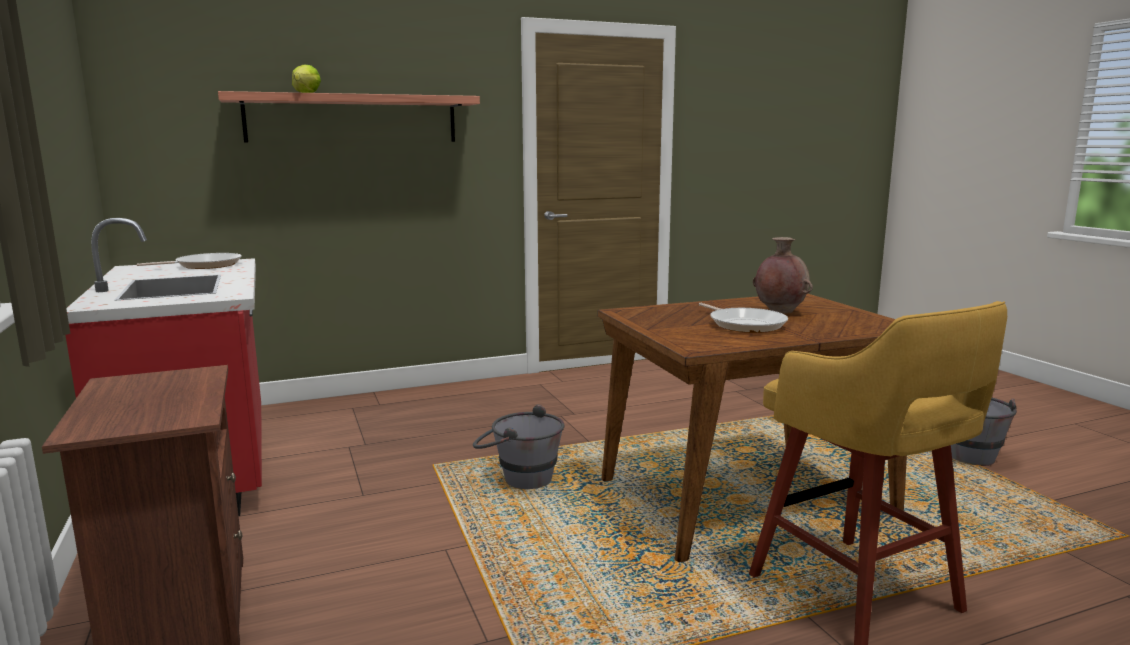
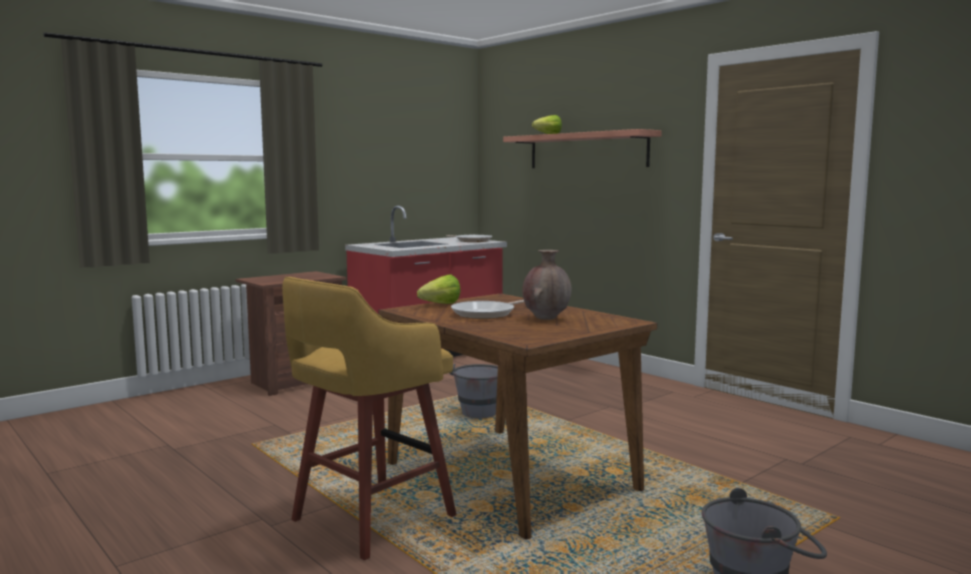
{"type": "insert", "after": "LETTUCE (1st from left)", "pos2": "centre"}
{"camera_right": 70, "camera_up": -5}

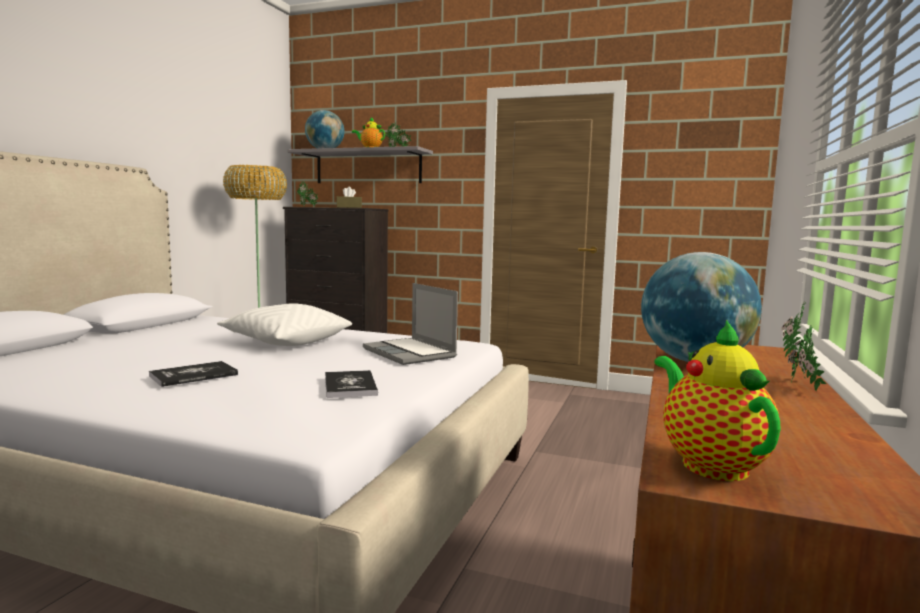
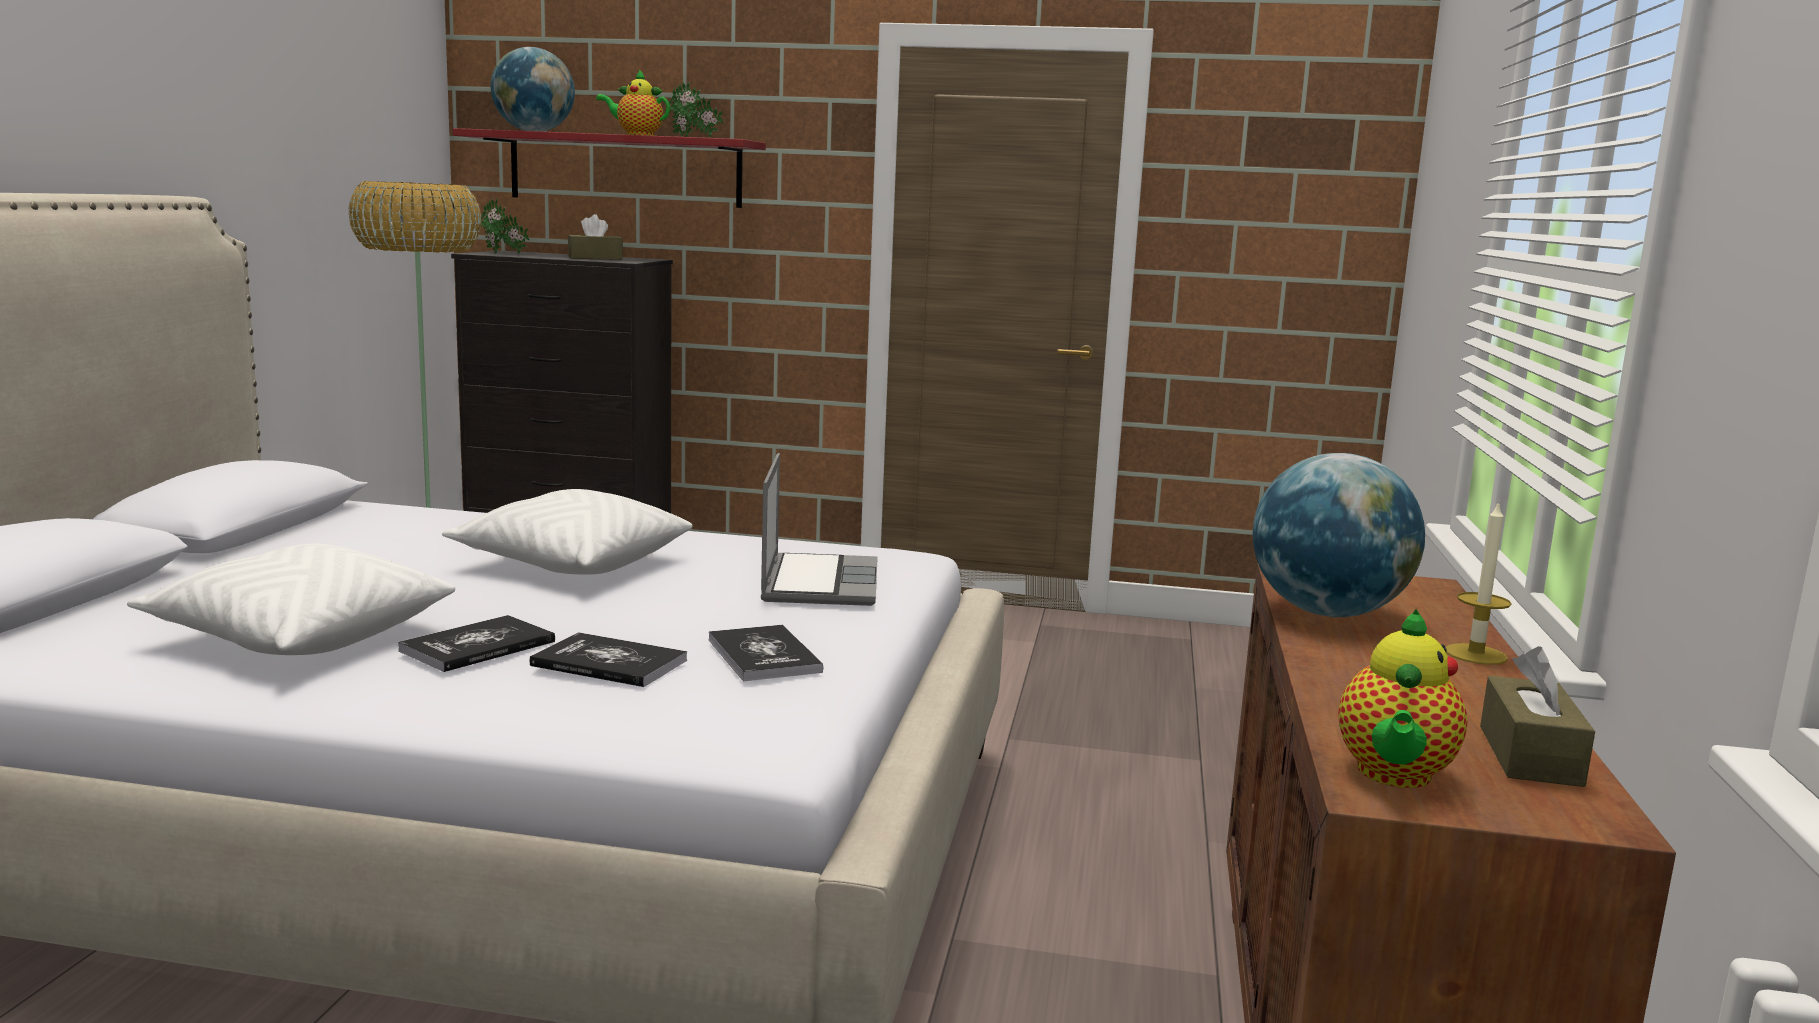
{"type": "insert", "after": "WHITE PILLOW (1st from left)", "pos2": "middle left"}
{"type": "insert", "after": "BOOK (2nd from left)", "pos2": "centre"}
{"type": "insert", "after": "BROWN TISSUE BOX (2nd from left)", "pos2": "bottom right"}
{"type": "replace", "before": "POTTED PLANT (3rd from left)", "after": "CANDLE", "pos1": "middle right", "pos2": "middle right"}
{"type": "recolor", "before": "GREY SHELF", "after": "RED SHELF", "pos1": "top centre", "pos2": "top centre"}
{"type": "rotate", "before": "LAPTOP", "pos1": "centre", "pos2": "centre", "turn": -135}
{"type": "rotate", "before": "TEAPOT (2nd from left)", "pos1": "middle right", "pos2": "bottom right", "turn": -135}
{"camera_right": -10, "camera_up": 5}

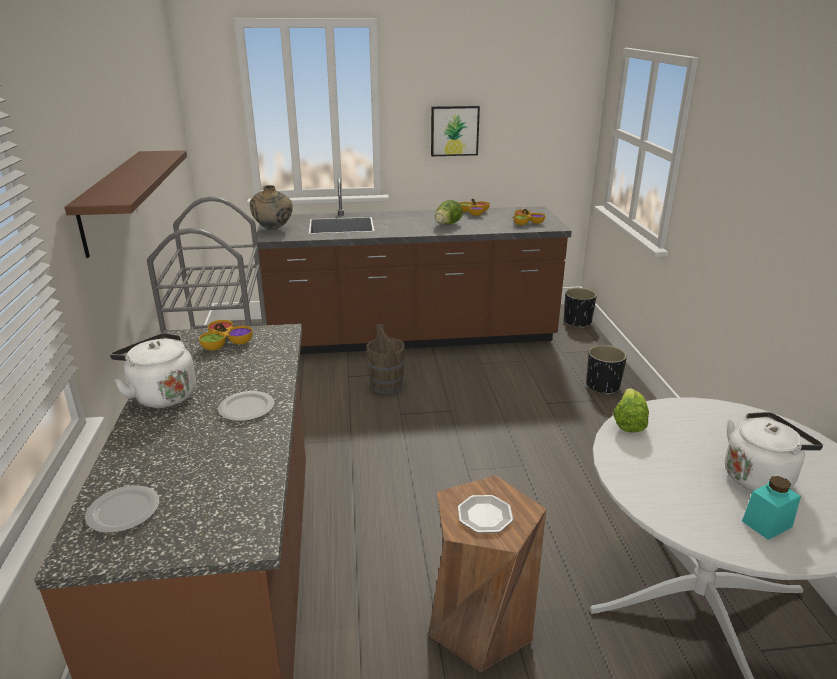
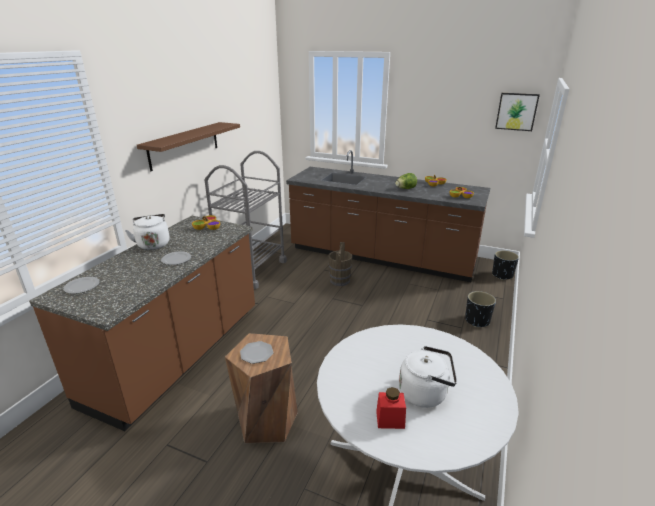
{"type": "delete", "before": "BEIGE VASE", "pos1": "top left"}
{"type": "delete", "before": "LETTUCE (2nd from left)", "pos1": "middle right"}
{"type": "move", "before": "PICTURE", "pos1": "top centre", "pos2": "top right"}
{"type": "recolor", "before": "TURQUOISE JAR", "after": "RED JAR", "pos1": "bottom right", "pos2": "bottom centre"}
{"camera_right": 30, "camera_up": 0}

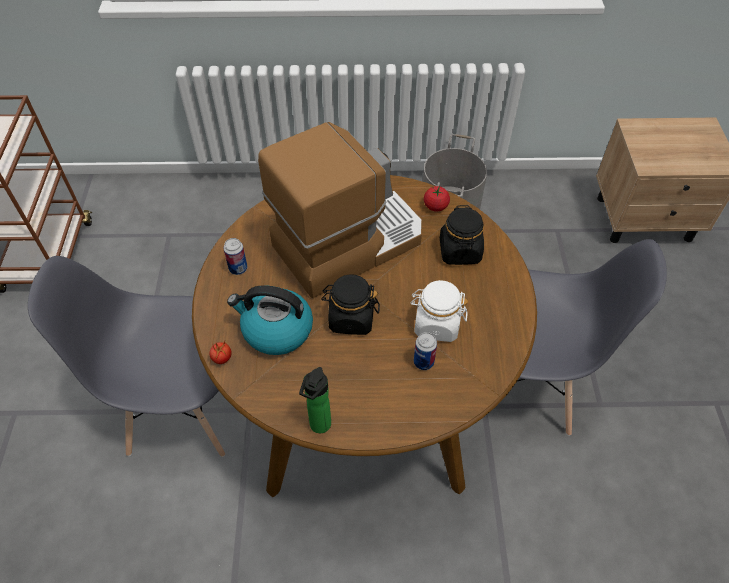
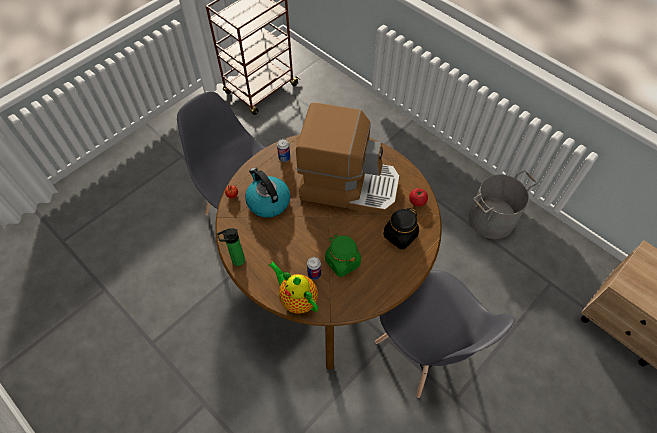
{"type": "delete", "before": "BLACK JAR (1st from left)", "pos1": "centre"}
{"type": "insert", "after": "TEAPOT", "pos2": "centre"}
{"type": "recolor", "before": "WHITE JAR", "after": "GREEN JAR", "pos1": "centre", "pos2": "centre"}
{"camera_right": 45, "camera_up": 5}

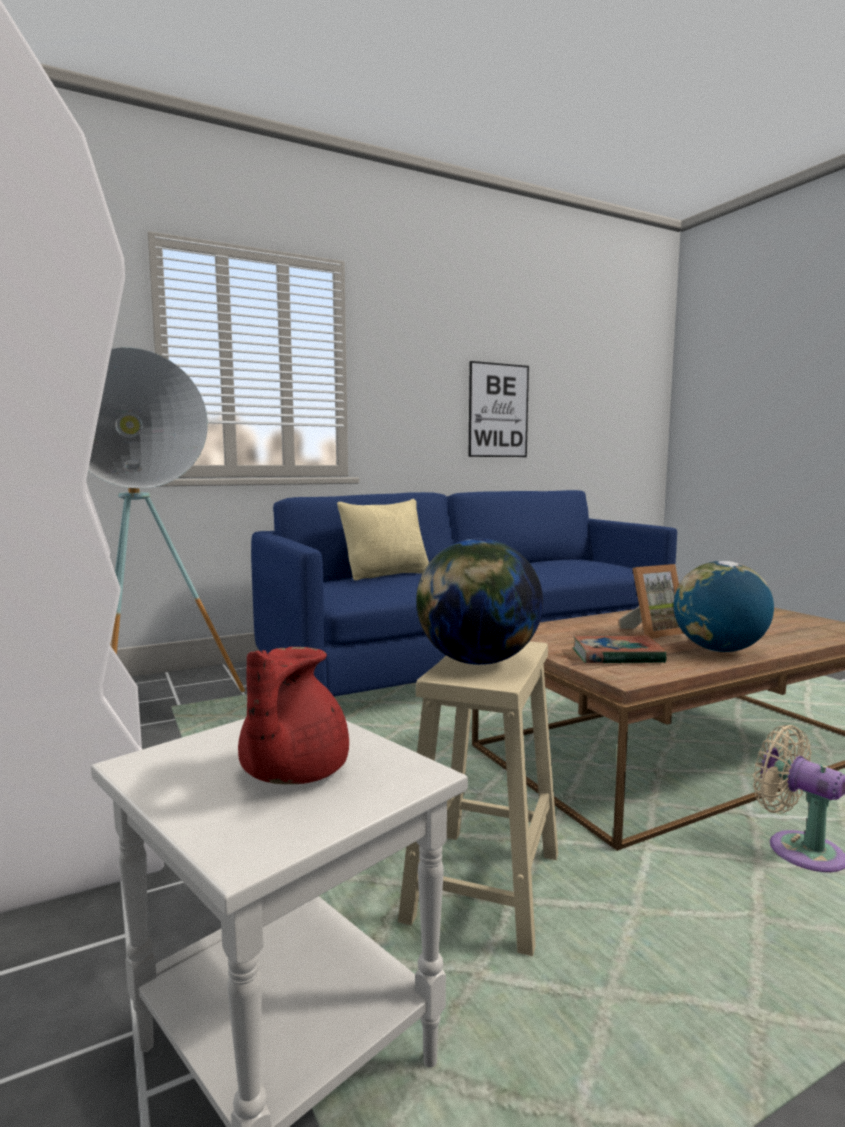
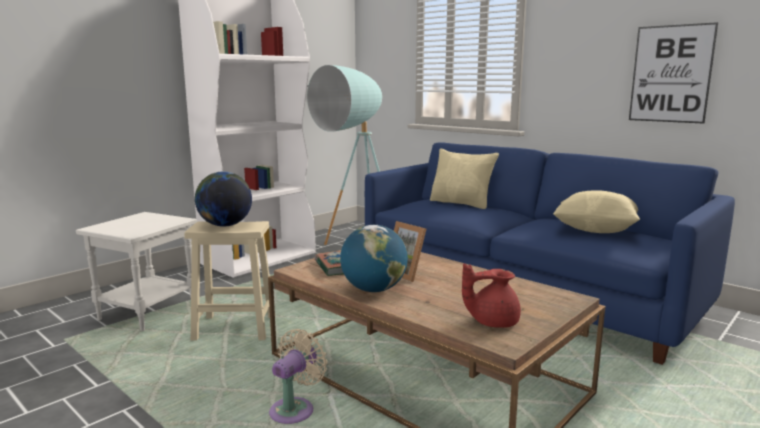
{"type": "insert", "after": "BEIGE PILLOW (2nd from left)", "pos2": "middle right"}
{"type": "move", "before": "RED TEAPOT", "pos1": "centre", "pos2": "bottom centre"}
{"camera_right": 70, "camera_up": 5}

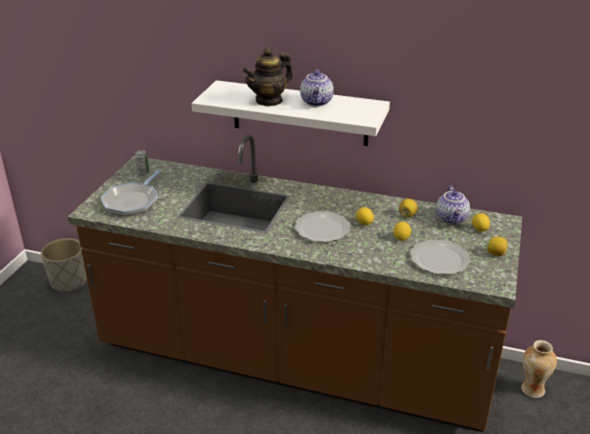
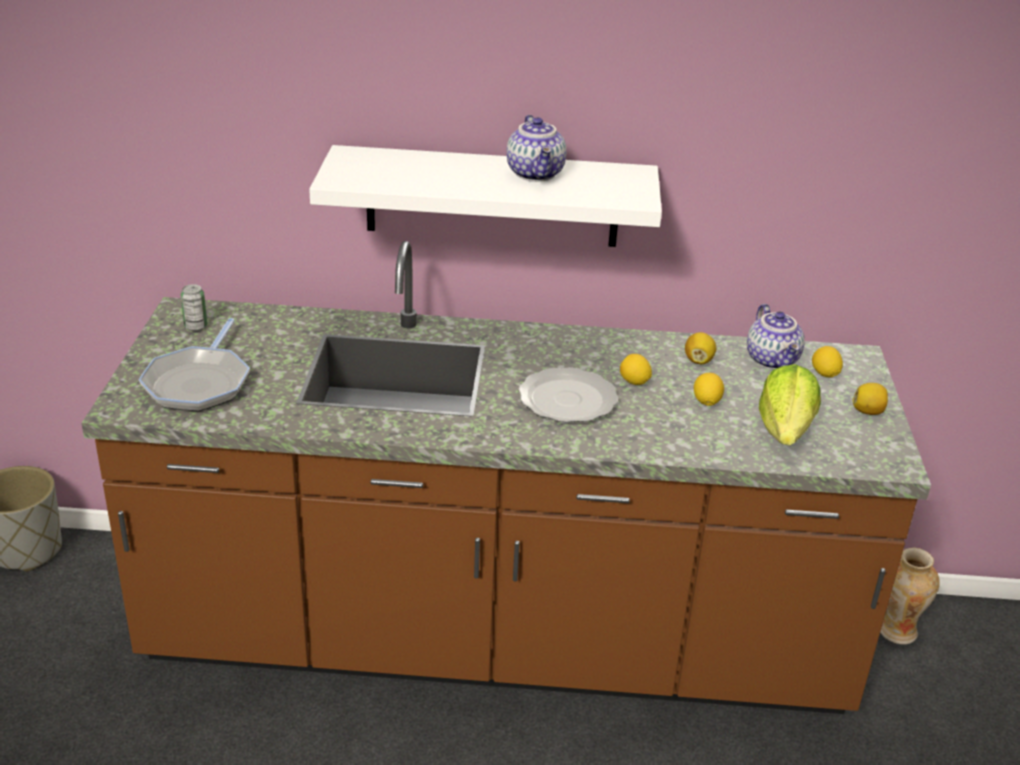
{"type": "delete", "before": "TEAPOT (1st from left)", "pos1": "top centre"}
{"type": "replace", "before": "PLATE (2nd from left)", "after": "LETTUCE", "pos1": "middle right", "pos2": "middle right"}
{"camera_right": -15, "camera_up": 0}

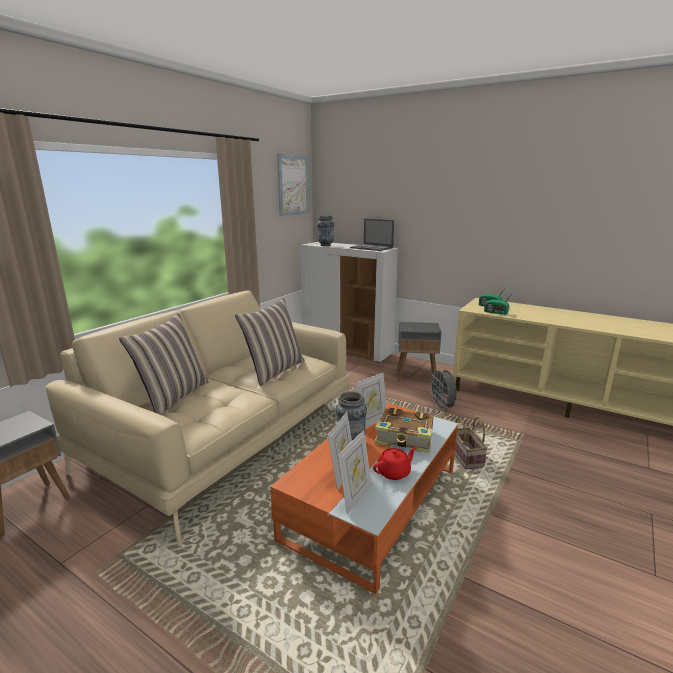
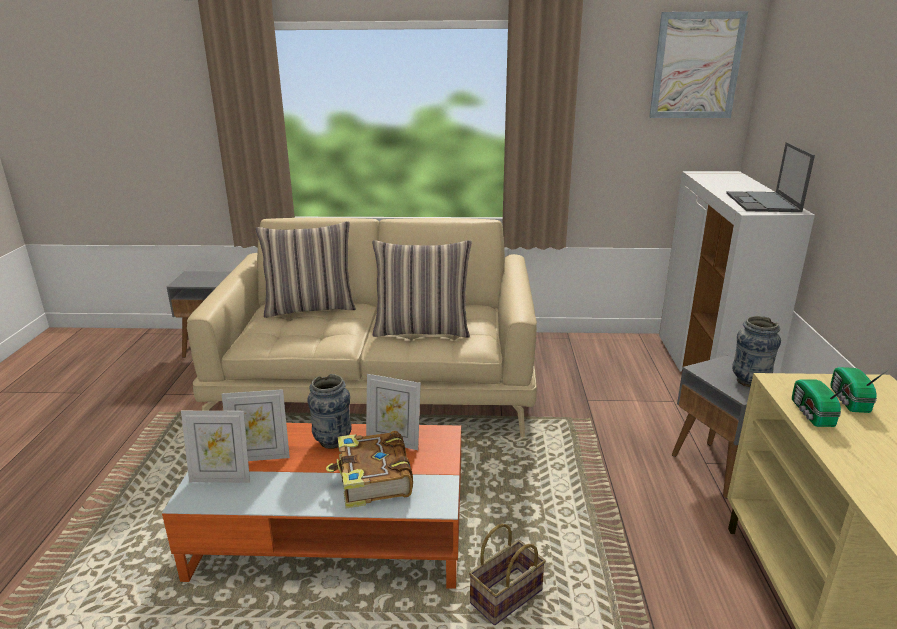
{"type": "delete", "before": "RED TEAPOT", "pos1": "bottom centre"}
{"type": "delete", "before": "GREY FAN", "pos1": "centre"}
{"type": "move", "before": "VASE (1st from left in the first image)", "after": "VASE (2nd from left)", "pos1": "centre", "pos2": "middle right"}
{"camera_right": 60, "camera_up": 5}

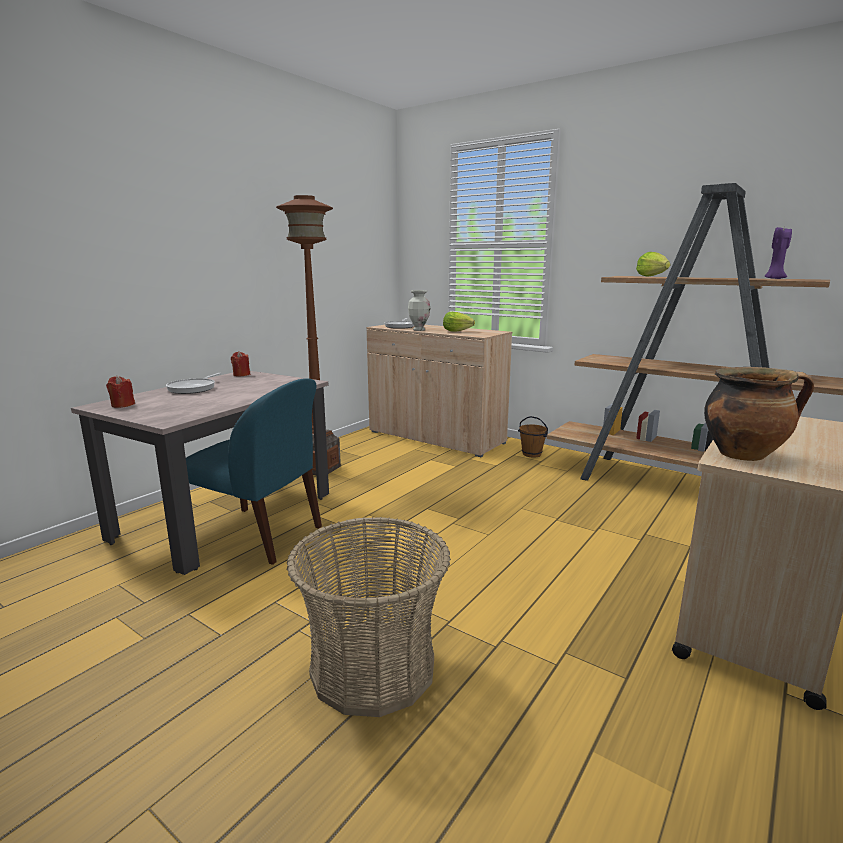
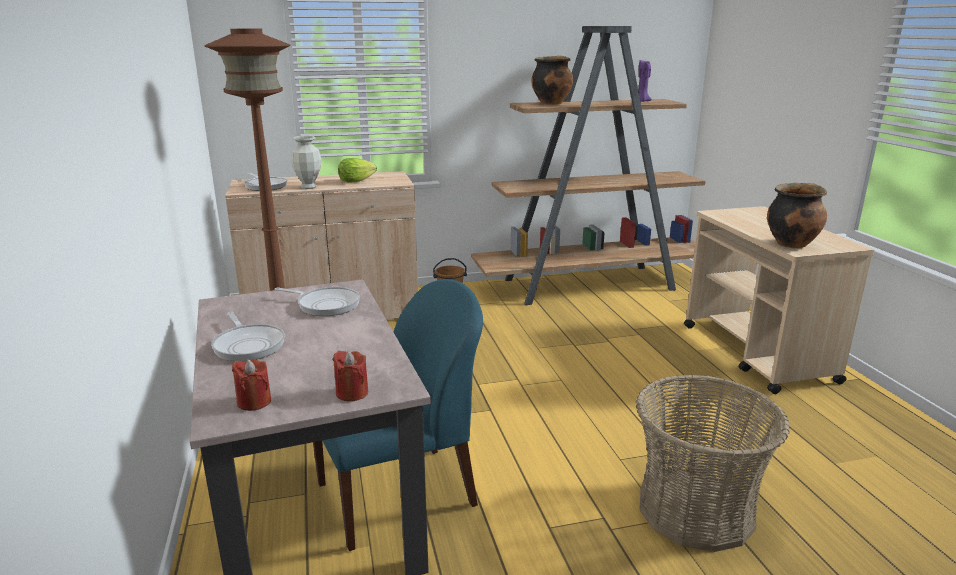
{"type": "insert", "after": "FRYING PAN (3rd from left)", "pos2": "middle left"}
{"type": "move", "before": "RED CANDLE (2nd from left)", "pos1": "middle left", "pos2": "centre"}
{"type": "replace", "before": "LETTUCE (2nd from left)", "after": "COOKING POT (1st from left)", "pos1": "top right", "pos2": "top centre"}
{"camera_right": -50, "camera_up": 5}

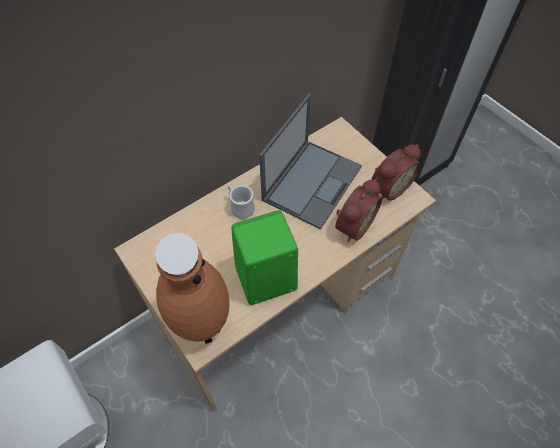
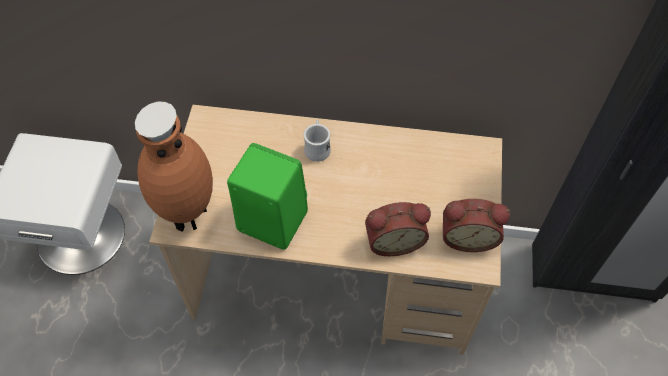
{"type": "delete", "before": "LAPTOP", "pos1": "centre"}
{"camera_right": 45, "camera_up": 0}

